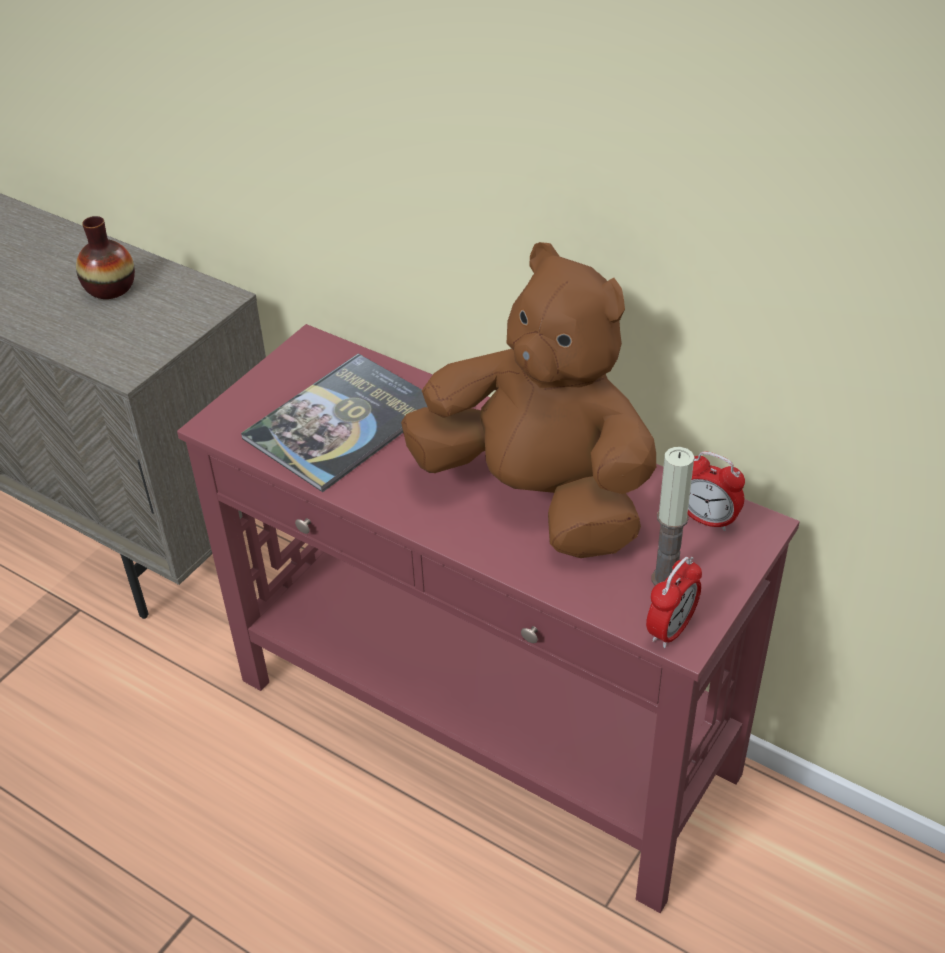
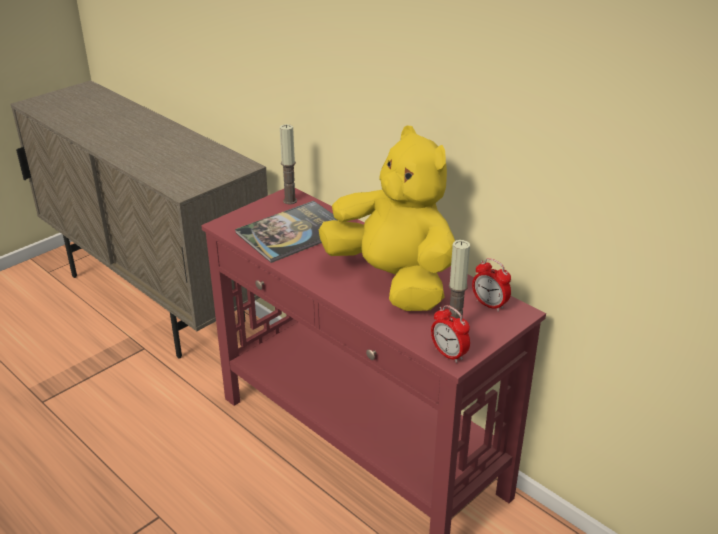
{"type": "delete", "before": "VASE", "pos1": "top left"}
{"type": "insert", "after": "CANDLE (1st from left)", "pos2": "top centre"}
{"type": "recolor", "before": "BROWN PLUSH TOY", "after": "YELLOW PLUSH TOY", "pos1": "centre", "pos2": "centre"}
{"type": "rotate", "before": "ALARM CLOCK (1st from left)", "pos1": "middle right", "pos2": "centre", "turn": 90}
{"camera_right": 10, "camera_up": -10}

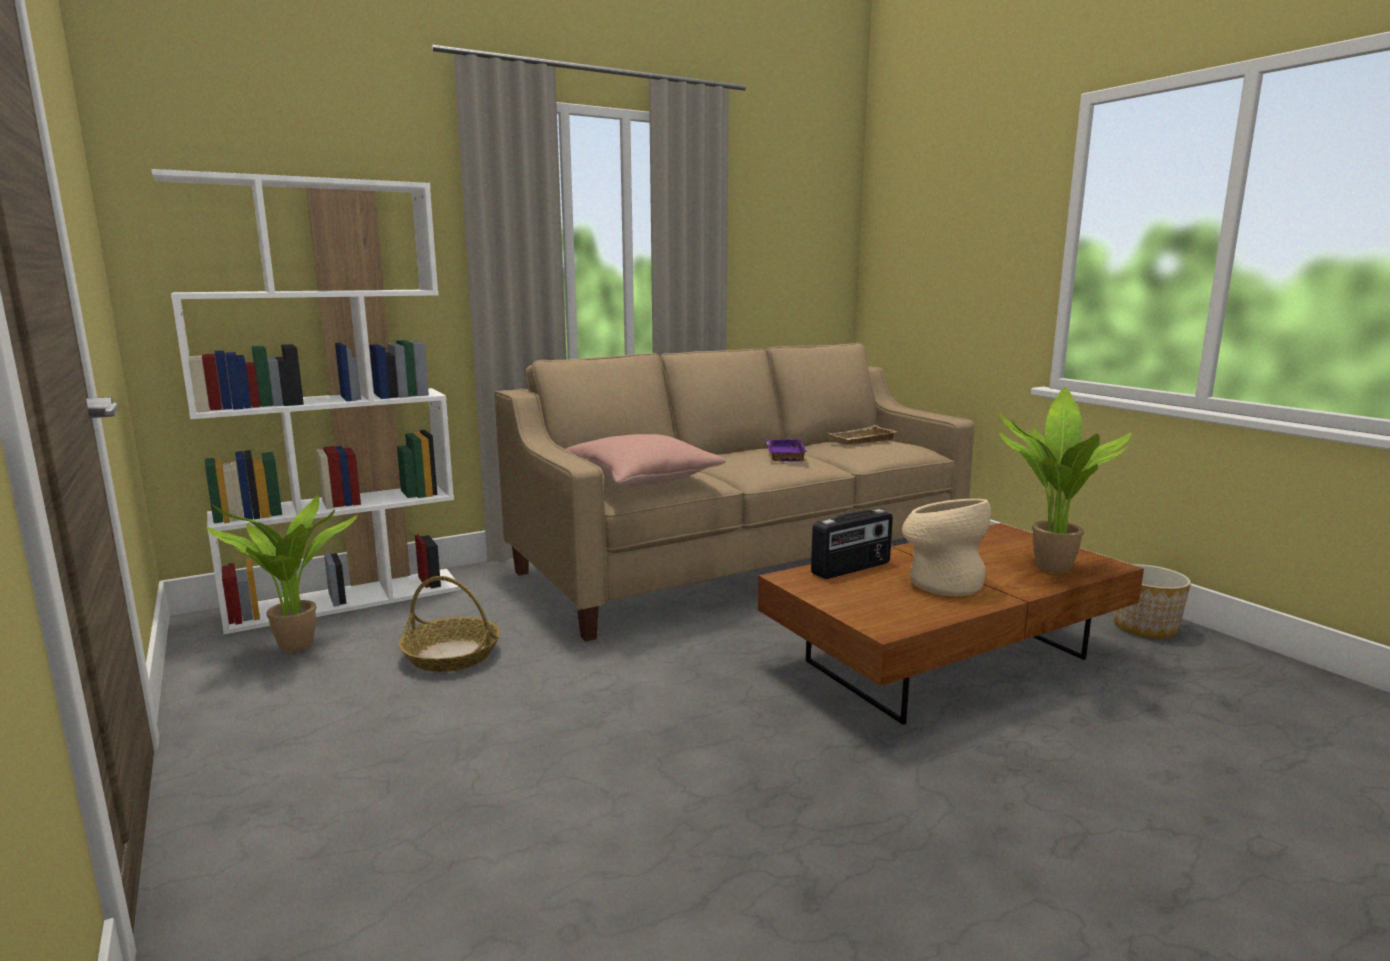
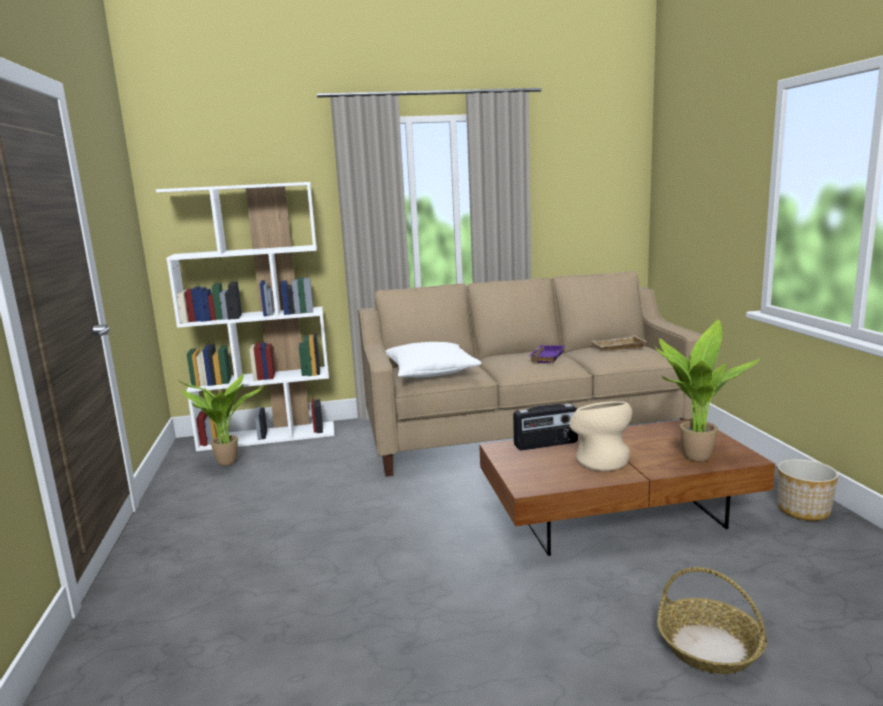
{"type": "move", "before": "BASKET", "pos1": "middle left", "pos2": "bottom right"}
{"type": "recolor", "before": "PINK PILLOW", "after": "WHITE PILLOW", "pos1": "centre", "pos2": "centre"}
{"camera_right": 20, "camera_up": 0}

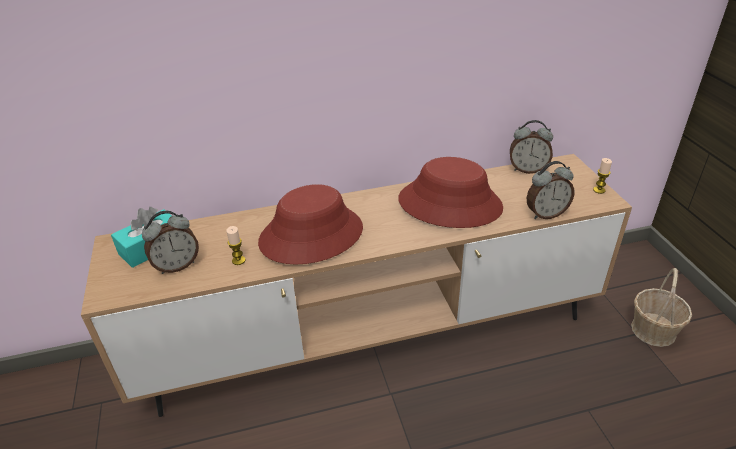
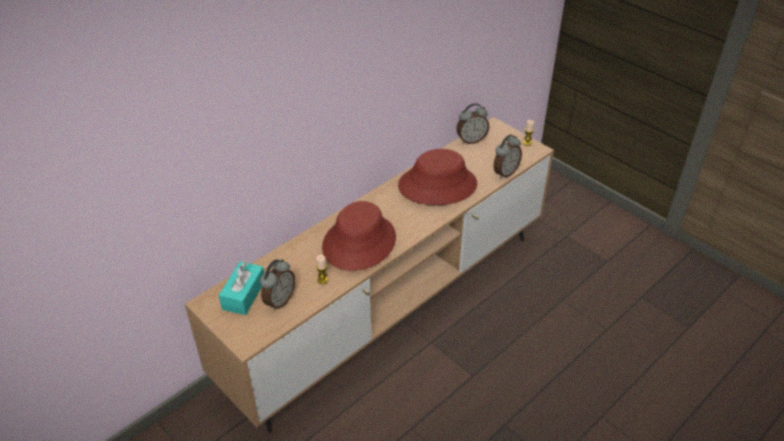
{"type": "delete", "before": "BASKET", "pos1": "bottom right"}
{"camera_right": -30, "camera_up": 5}

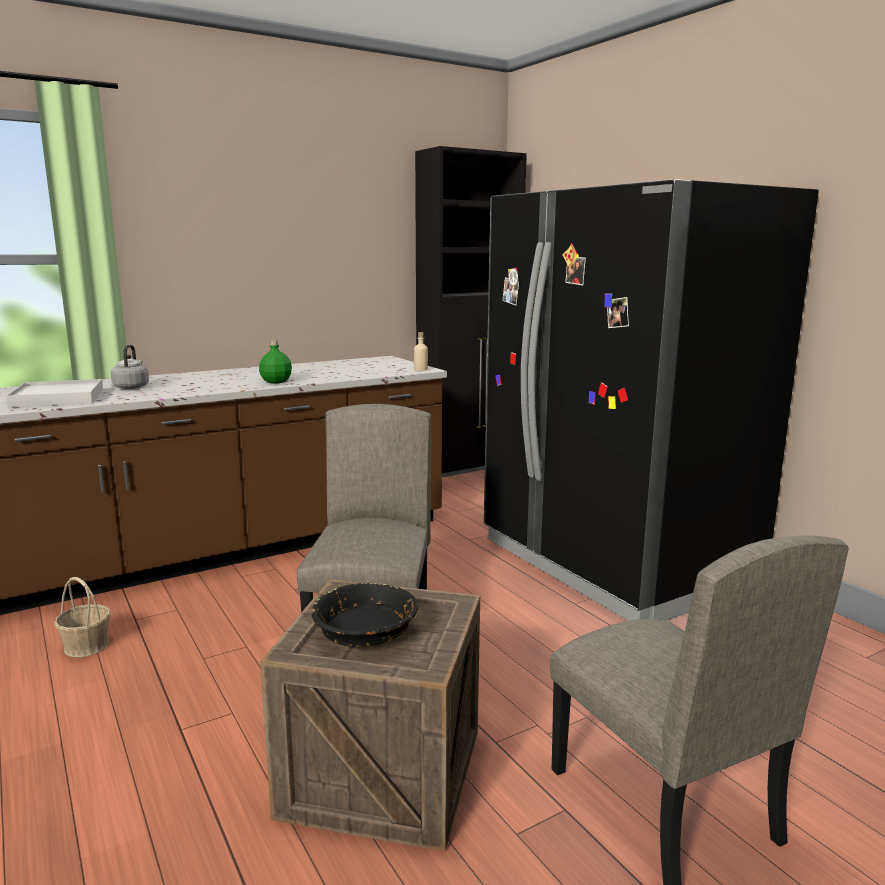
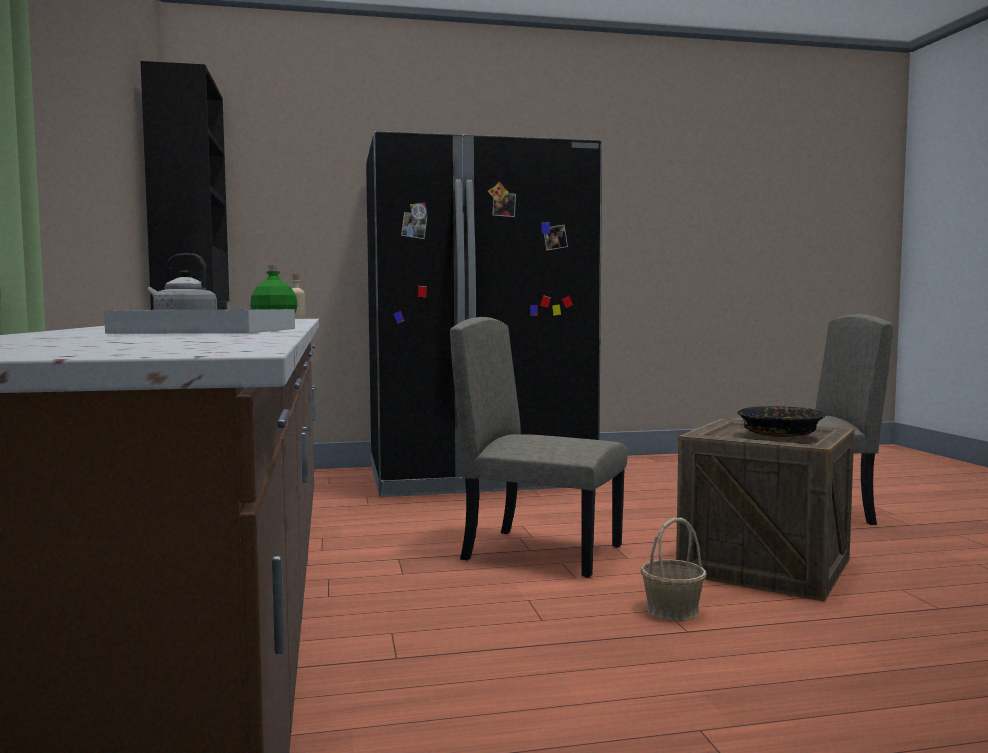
{"type": "move", "before": "BASKET", "pos1": "bottom left", "pos2": "bottom right"}
{"camera_right": -70, "camera_up": -10}

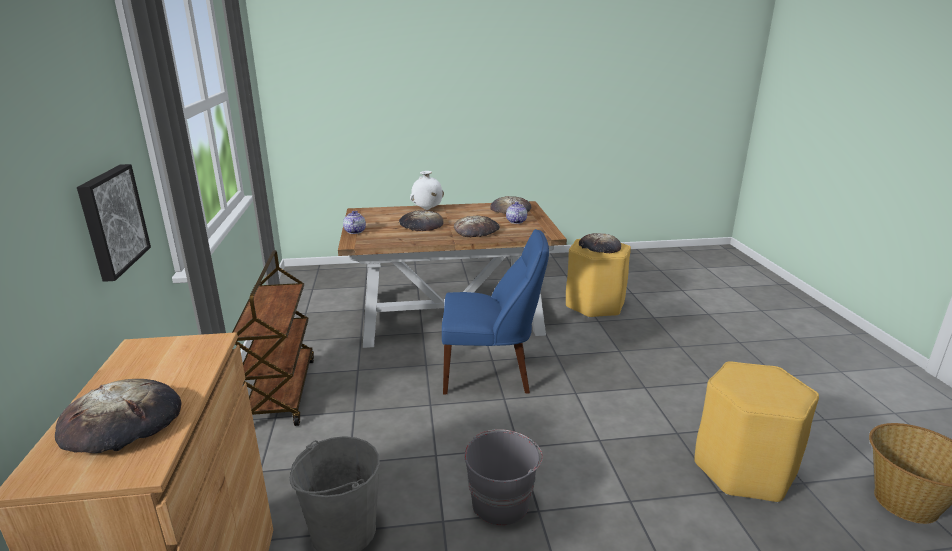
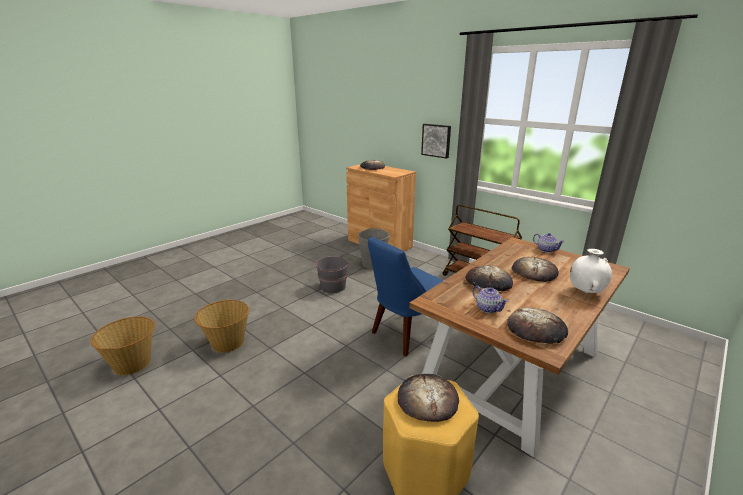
{"type": "replace", "before": "YELLOW STOOL (2nd from left)", "after": "BASKET (2nd from left)", "pos1": "bottom right", "pos2": "middle left"}
{"camera_right": 140, "camera_up": 0}

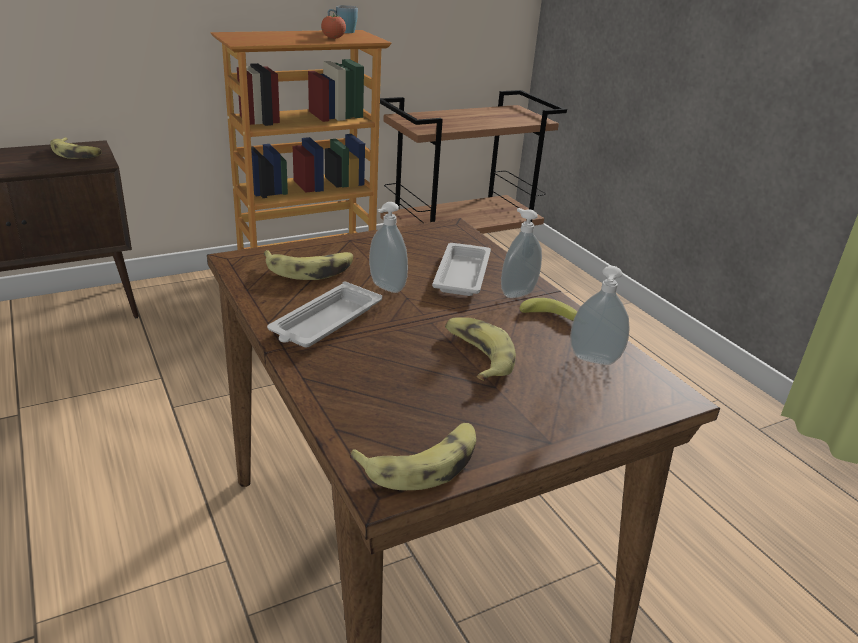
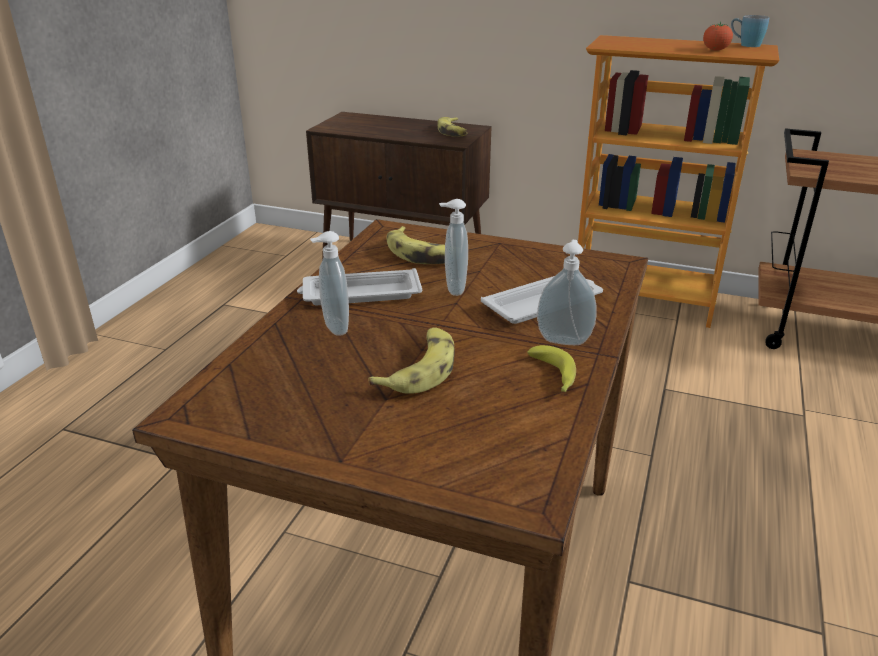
{"type": "delete", "before": "BANANA (3rd from left)", "pos1": "bottom centre"}
{"type": "move", "before": "SOAP DISPENSER (3rd from left in the first image)", "after": "SOAP DISPENSER (1st from left)", "pos1": "middle right", "pos2": "centre"}
{"camera_right": 50, "camera_up": 0}

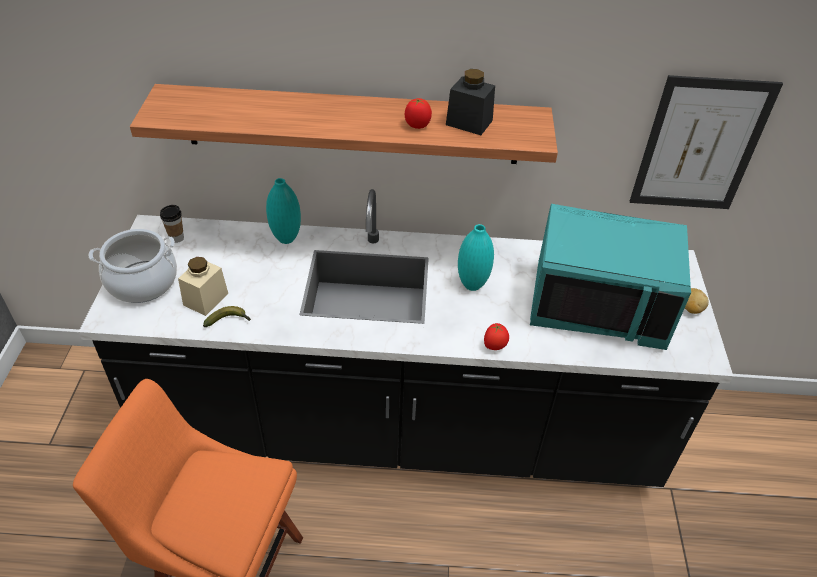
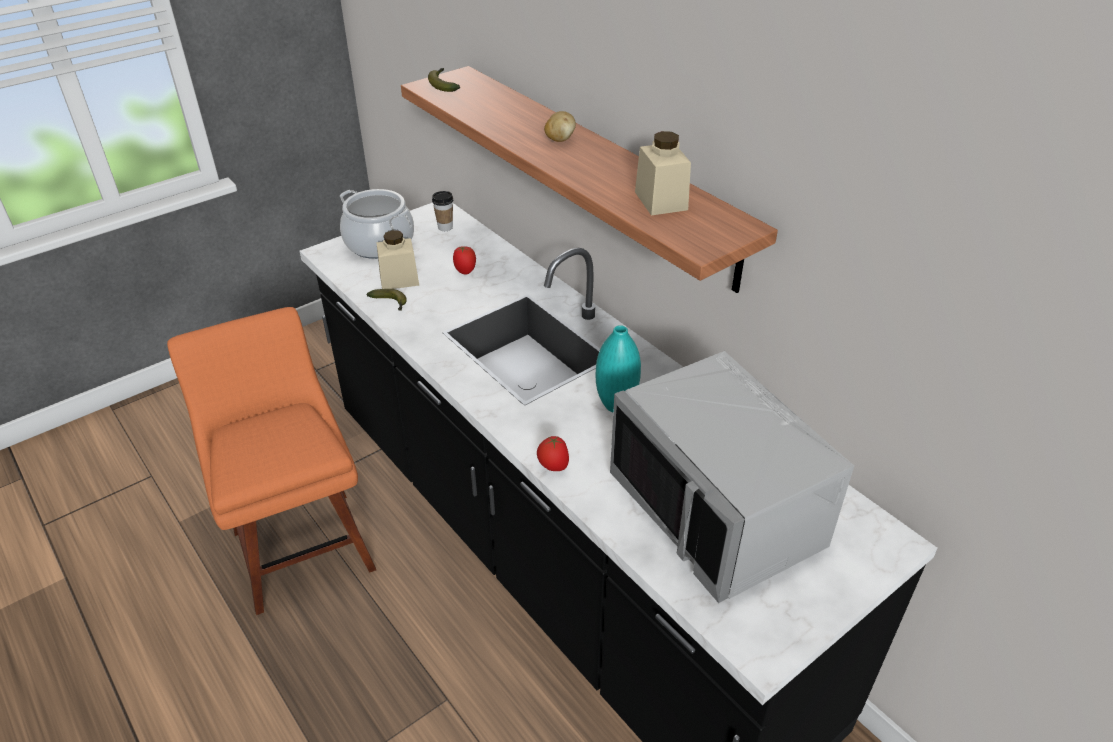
{"type": "delete", "before": "TURQUOISE VASE (1st from left)", "pos1": "centre"}
{"type": "delete", "before": "PICTURE", "pos1": "top right"}
{"type": "insert", "after": "BANANA (2nd from left)", "pos2": "top centre"}
{"type": "move", "before": "TOMATO (1st from left)", "pos1": "top centre", "pos2": "centre"}
{"type": "move", "before": "POTATO", "pos1": "middle right", "pos2": "top centre"}
{"type": "recolor", "before": "BLACK JAR", "after": "BEIGE JAR (2nd from left)", "pos1": "top centre", "pos2": "top centre"}
{"type": "recolor", "before": "TURQUOISE MICROWAVE", "after": "GREY MICROWAVE", "pos1": "middle right", "pos2": "centre"}
{"camera_right": 50, "camera_up": -5}

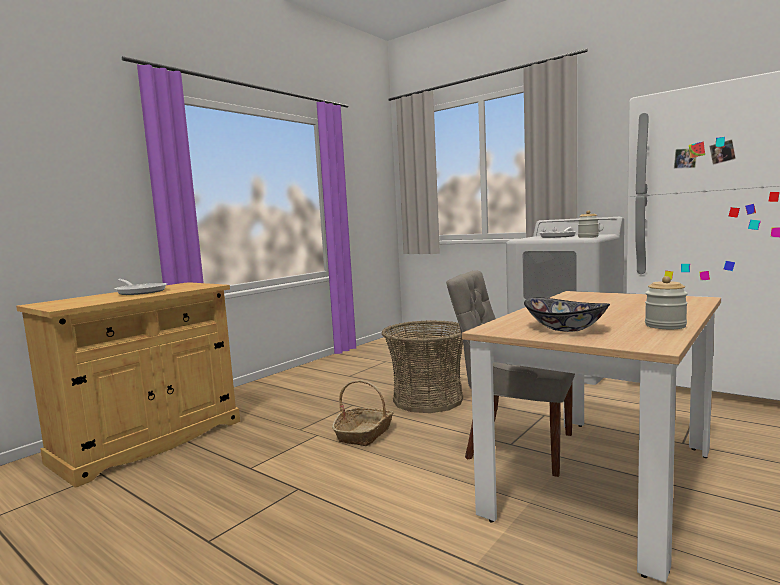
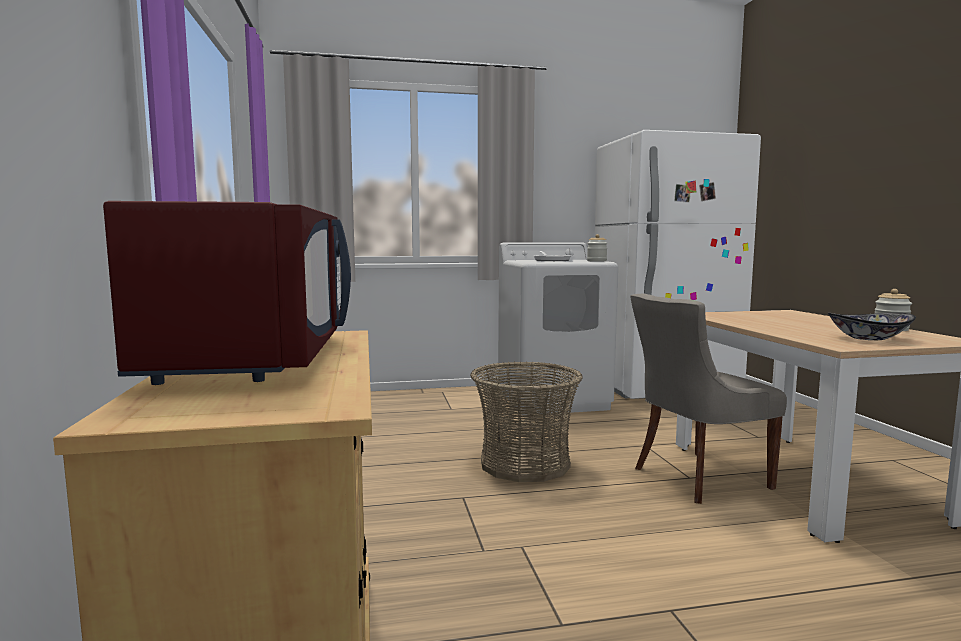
{"type": "delete", "before": "BASKET (1st from left)", "pos1": "bottom centre"}
{"type": "replace", "before": "FRYING PAN (1st from left)", "after": "RED MICROWAVE", "pos1": "middle left", "pos2": "middle left"}
{"camera_right": -50, "camera_up": 0}

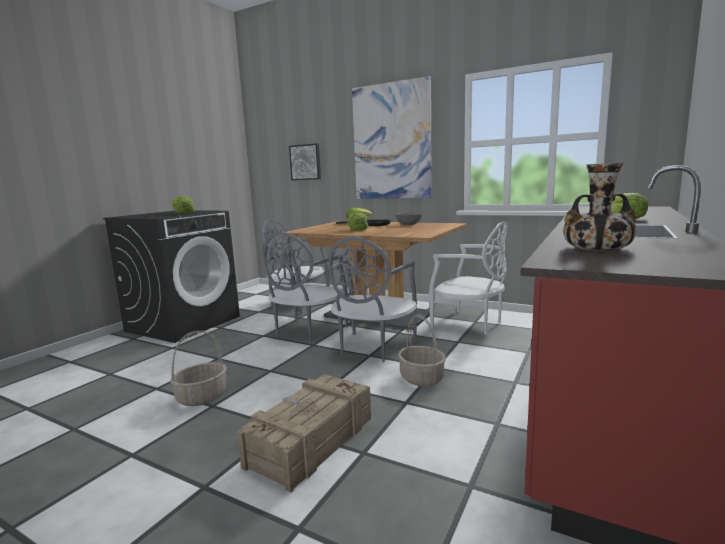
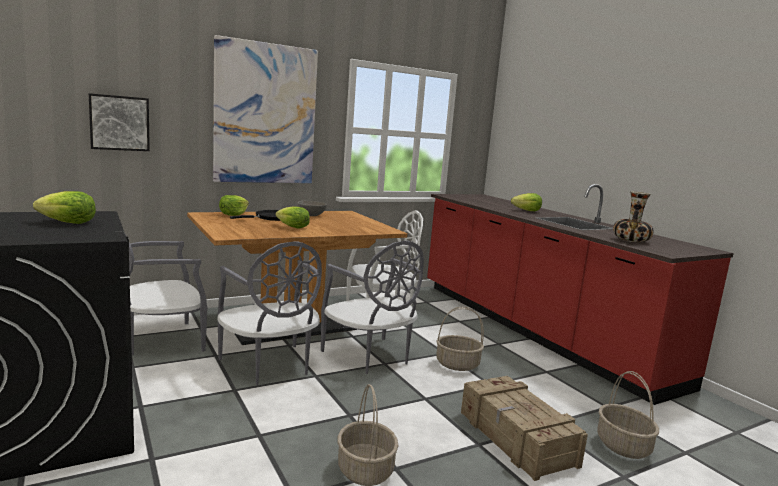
{"type": "insert", "after": "BASKET (3rd from left)", "pos2": "bottom right"}
{"camera_right": -60, "camera_up": 0}

